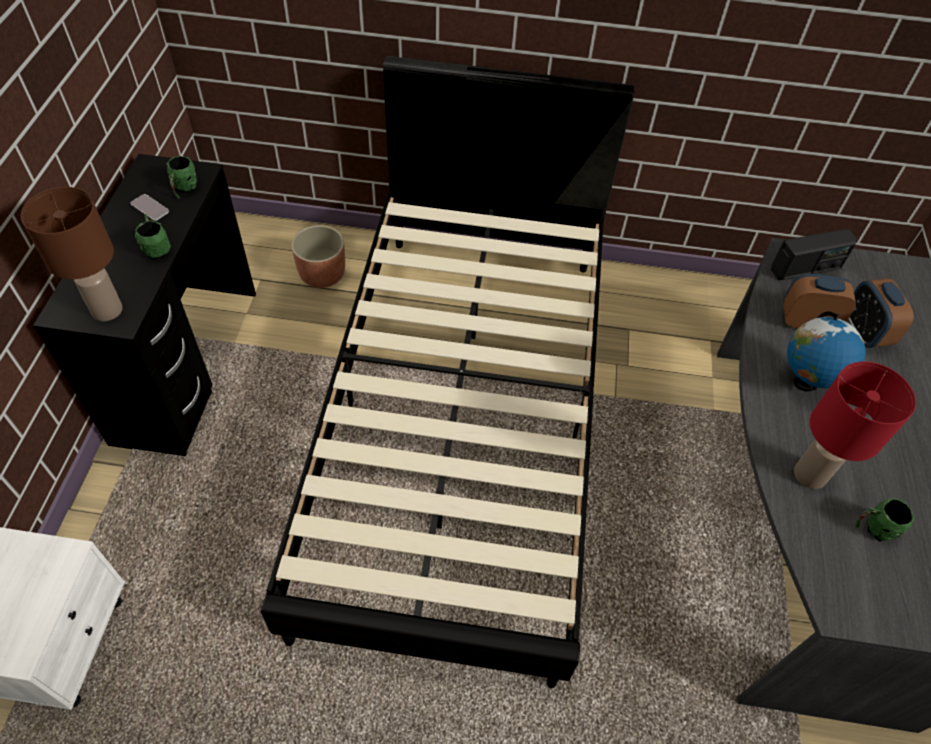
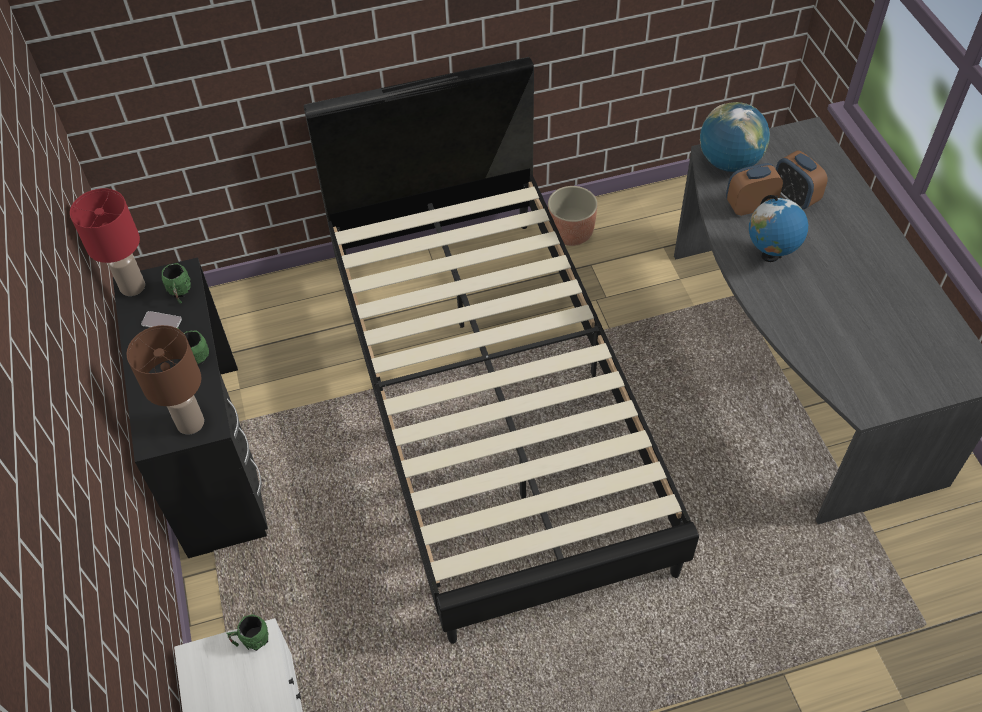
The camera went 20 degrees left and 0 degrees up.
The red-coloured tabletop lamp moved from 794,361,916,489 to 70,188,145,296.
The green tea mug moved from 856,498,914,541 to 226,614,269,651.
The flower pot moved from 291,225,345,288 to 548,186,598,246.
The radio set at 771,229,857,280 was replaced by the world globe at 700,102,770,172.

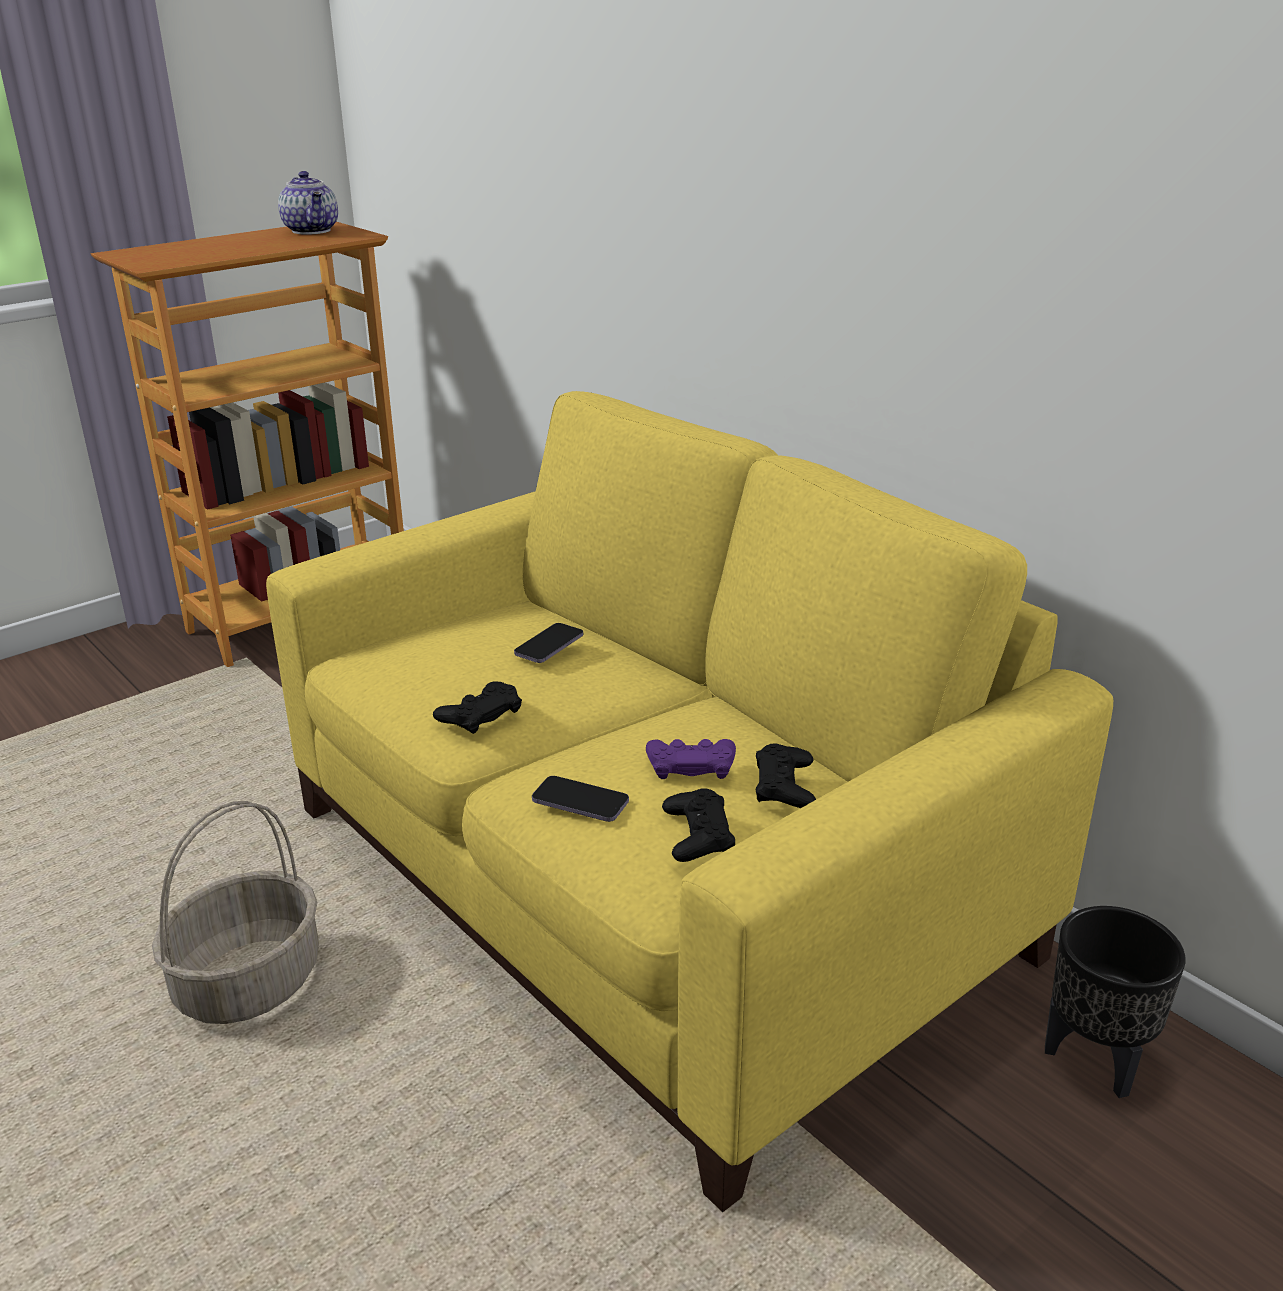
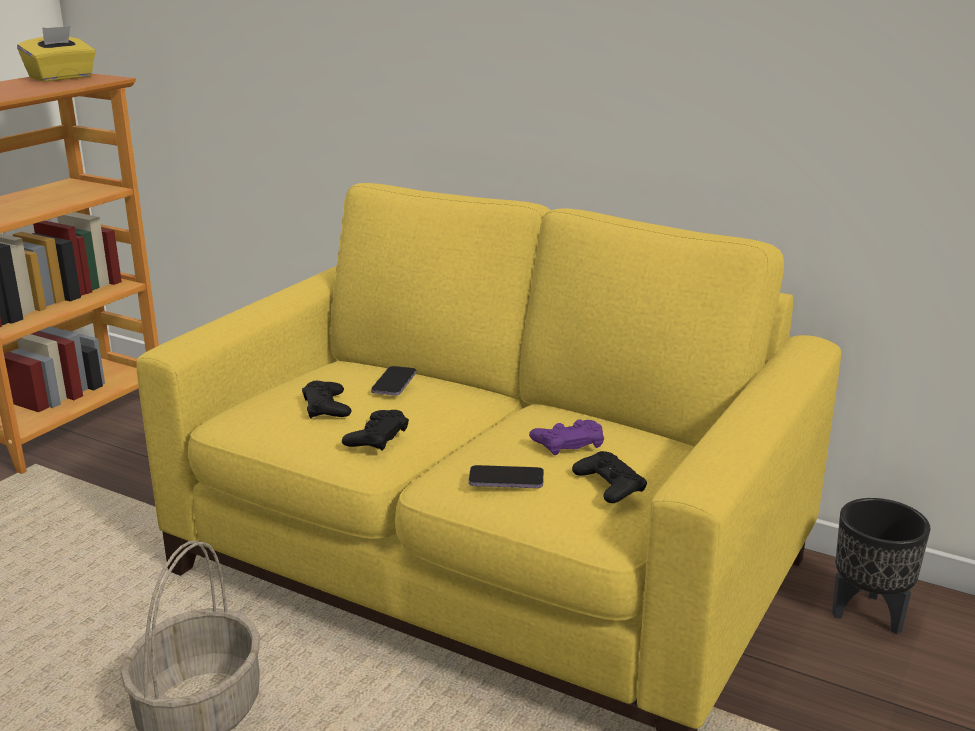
The camera went 20 degrees left and 5 degrees down.
The pot for tea at 278,171,338,235 was replaced by the yellow tissue box at 17,26,96,81.
The black game controller moved from 756,743,816,808 to 302,381,352,419.

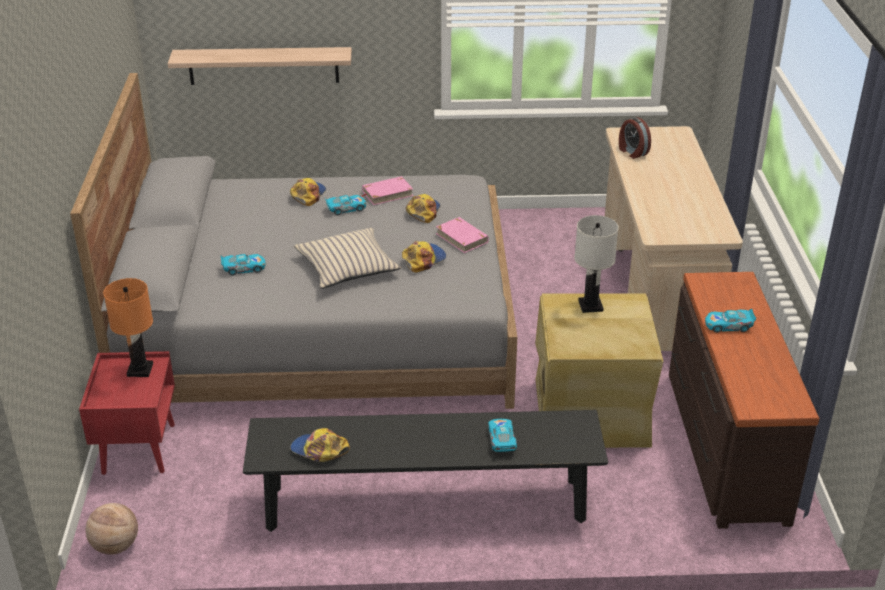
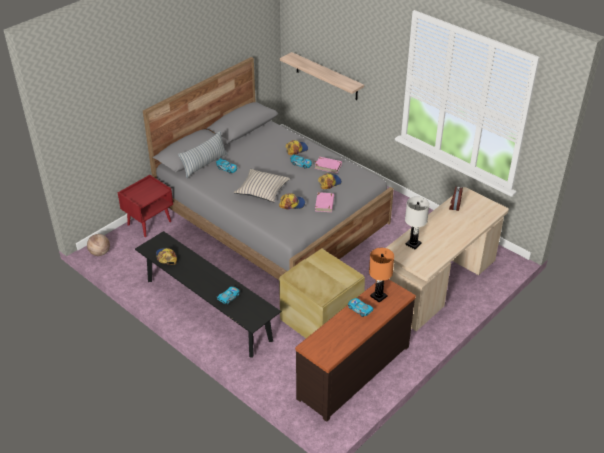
The camera went 45 degrees right and 5 degrees up.
The cushion at 178,131,228,178 appeared.
The orange-coloured tabletop lamp moved from 104,278,153,377 to 369,248,394,303.
The whitish tabletop lamp moved from 574,215,619,313 to 405,197,430,249.

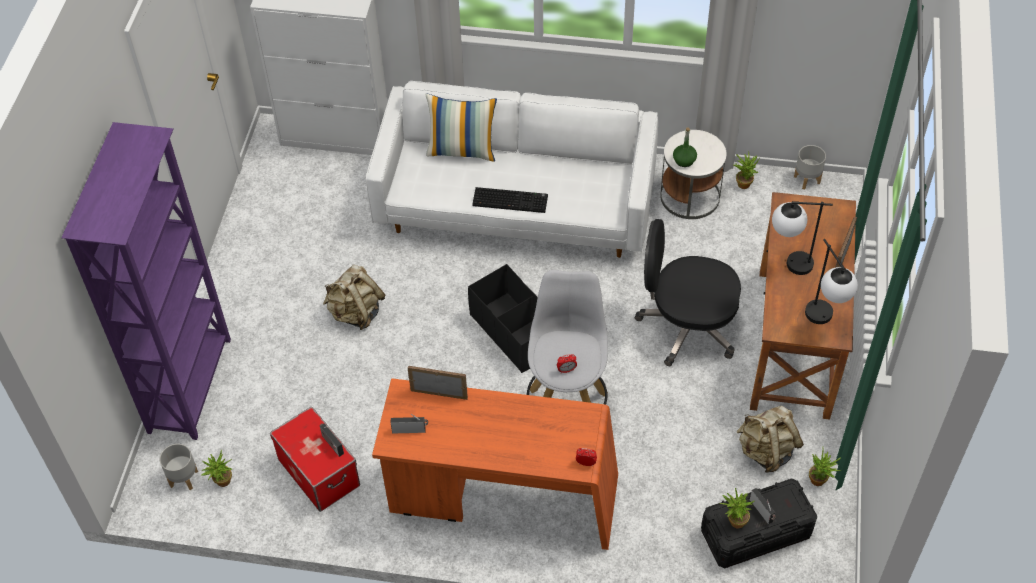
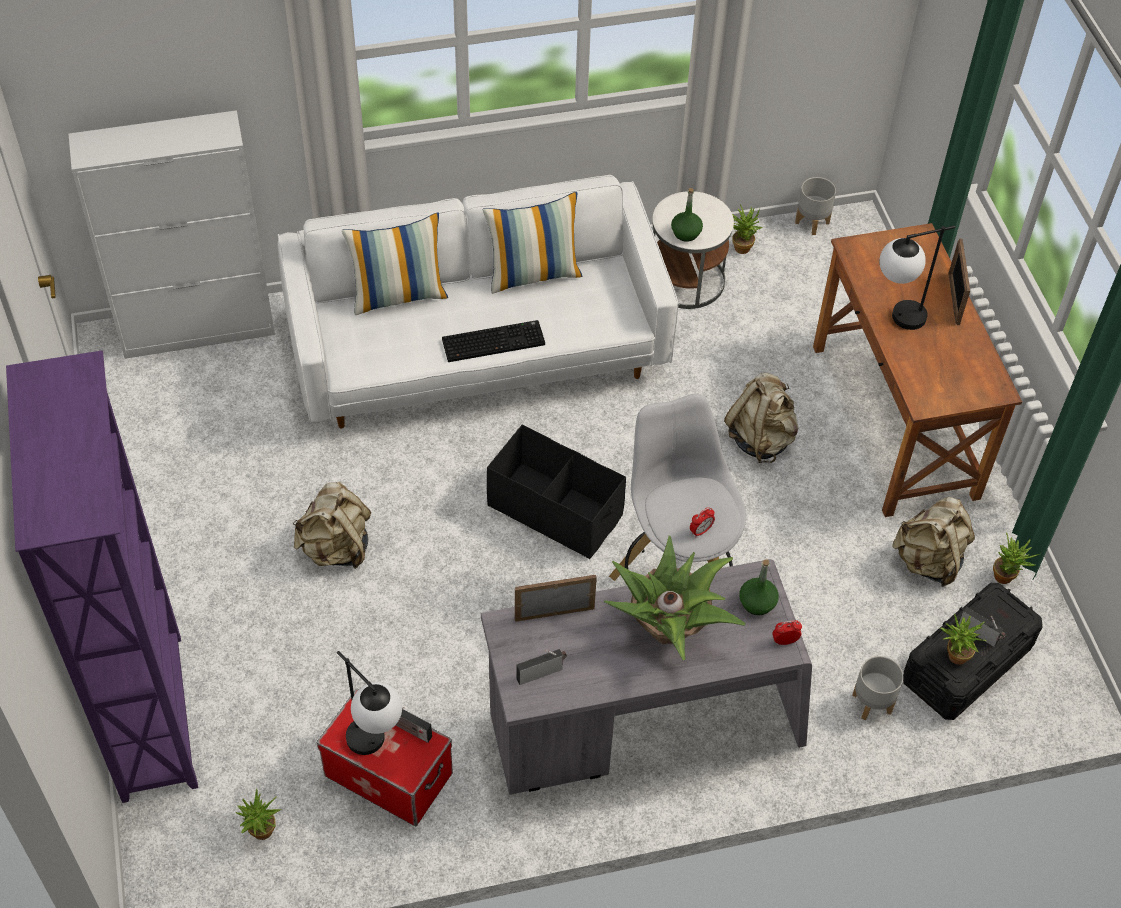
The camera went 25 degrees left and 0 degrees up.
The tabletop lamp moved from 805,239,858,324 to 337,651,402,755.
The orange-coloured desk table at 372,378,618,550 became the gray desk table at 481,559,812,795.
The cushion at 483,192,582,294 appeared.
The houseplant at 604,536,745,660 appeared.
The black computer chair at 634,219,741,366 was replaced by the sand-coloured rucksack at 724,373,799,463.
The green drink bottle at 739,560,779,615 appeared.
The gray flower pot moved from 160,444,198,490 to 852,656,904,720.

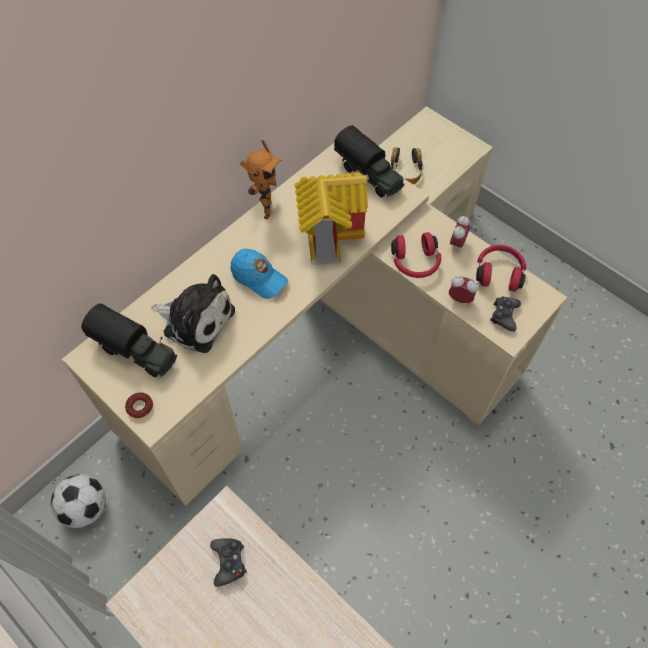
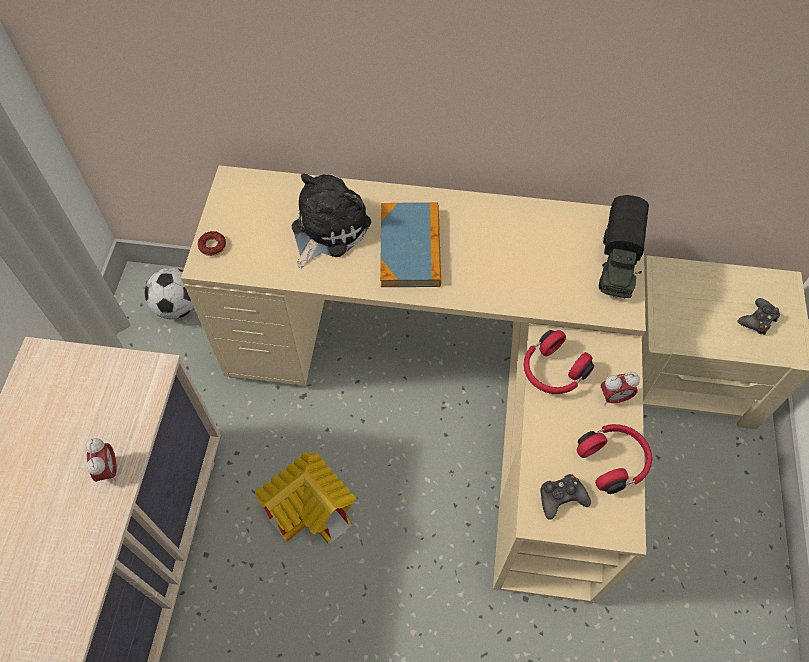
The camera went 55 degrees right and 0 degrees up.
The alarm clock moved from 449,276,479,303 to 86,438,117,482.
The model house moved from 294,172,368,265 to 255,452,356,545.
The soft toy at 151,274,235,353 turned 135 degrees counterclockwise.
The blue cap at 230,248,288,299 was replaced by the bound book at 380,202,441,287.
The black game controller moved from 210,538,247,587 to 738,298,780,335.
The toy lorry at 81,304,177,377 disappeared.
The robot figure at 240,140,282,219 disappeared.
The headphones at 390,148,423,185 disappeared.

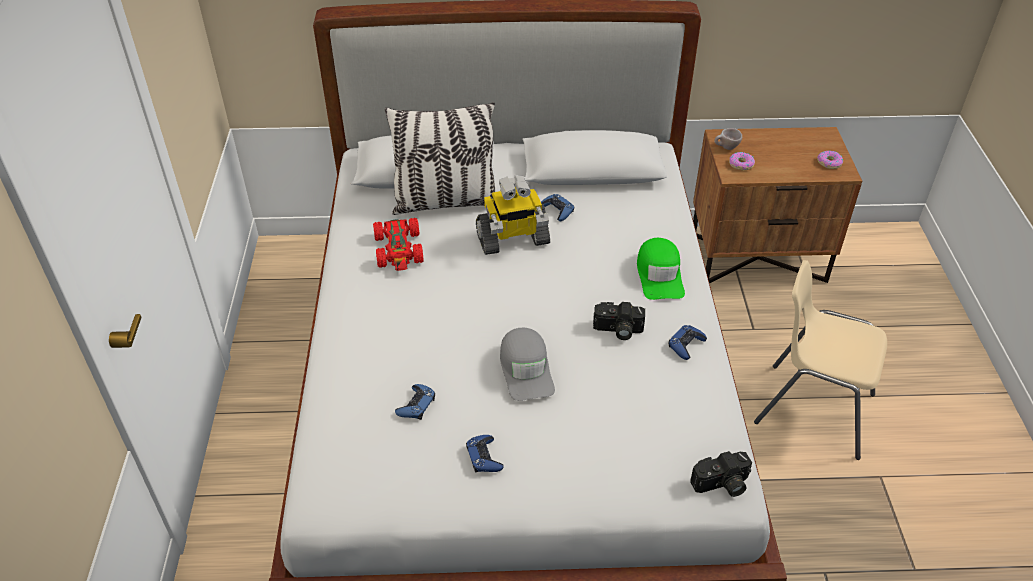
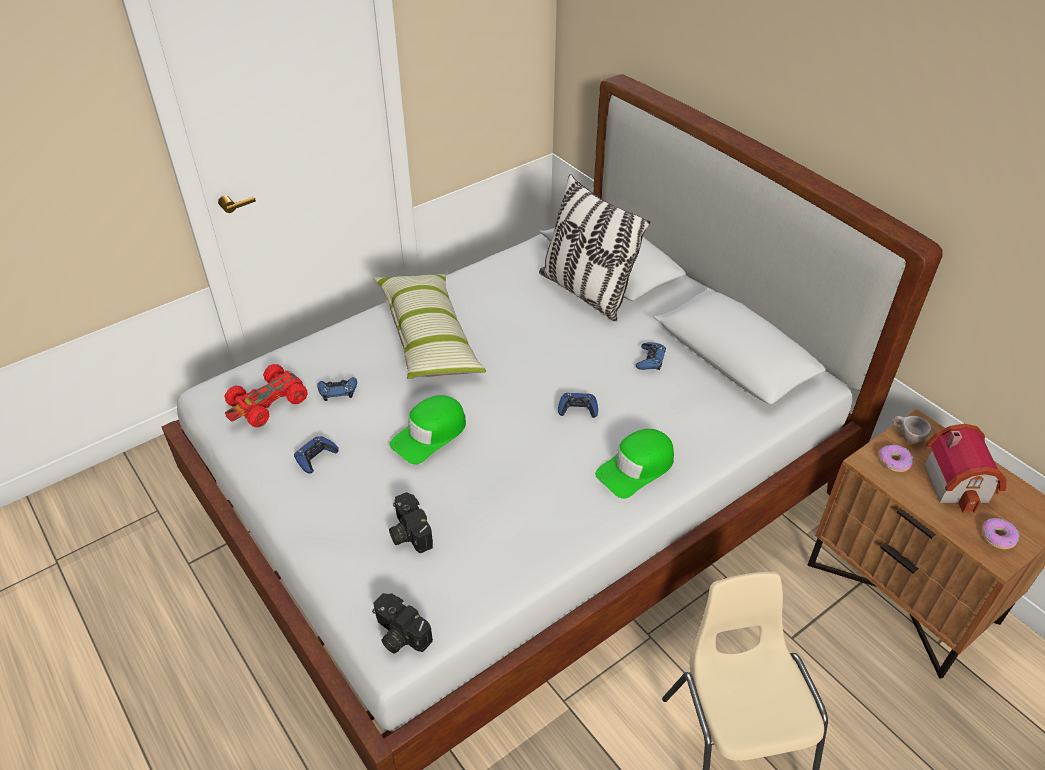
The camera went 55 degrees right and 0 degrees up.
The red-coloured toy car moved from 373,218,423,271 to 224,364,308,427.
The cushion at 373,274,486,379 appeared.
The still camera moved from 593,302,645,340 to 389,492,433,553.
The gray cap at 500,328,555,401 became the green cap at 390,395,466,465.
The blue game controller moved from 669,325,707,360 to 558,393,598,418.
The model house at 924,424,1007,513 appeared.
The robot figure at 476,175,550,255 disappeared.

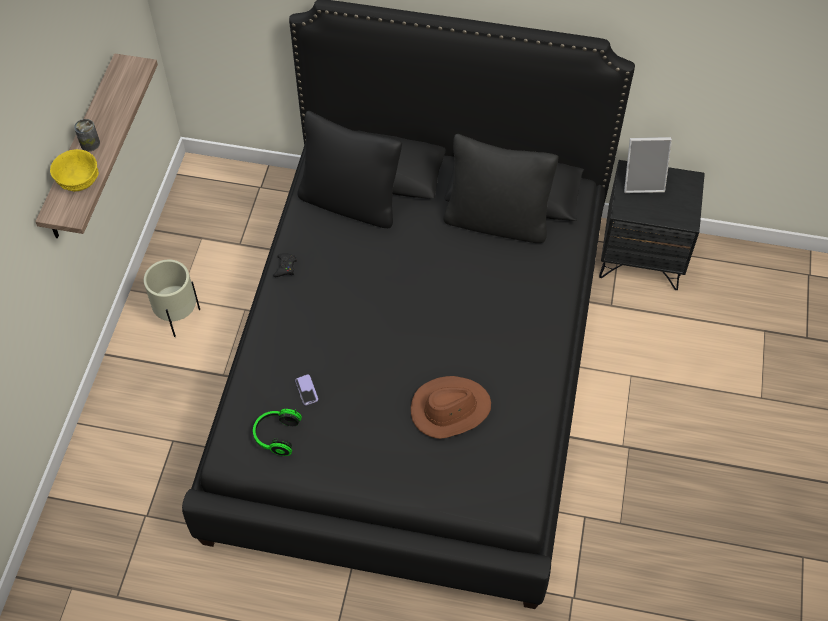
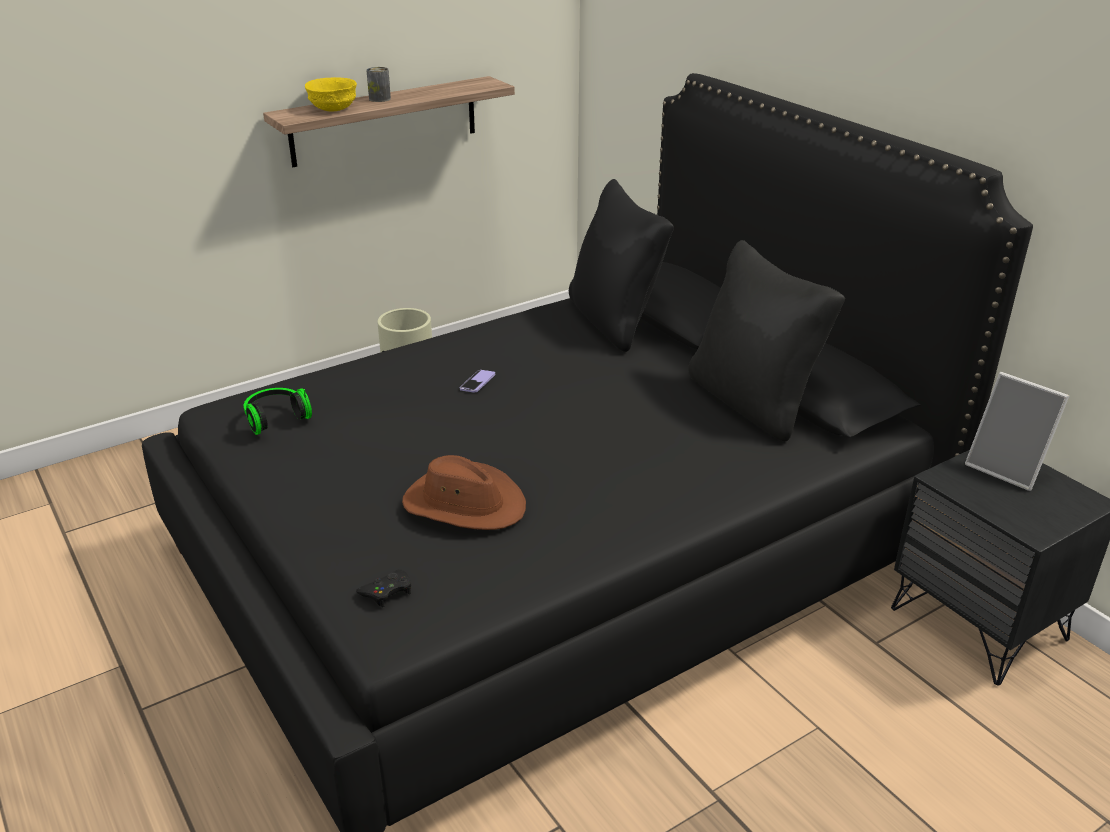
The camera went 45 degrees right and 25 degrees down.
The black game controller moved from 273,253,297,277 to 356,569,411,607.
The telephone moved from 295,374,318,406 to 459,370,496,393.

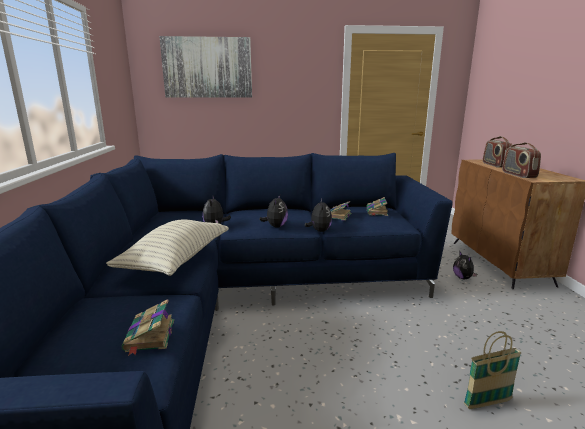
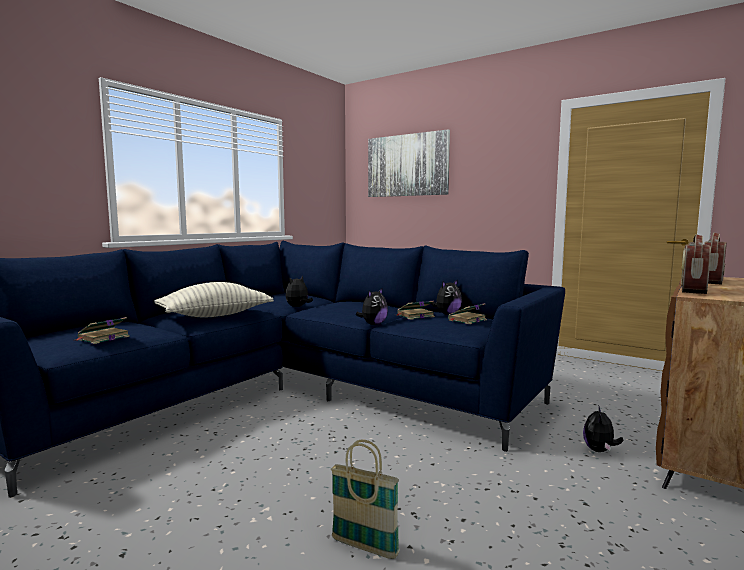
The camera went 40 degrees right and 10 degrees down.
The soft toy moved from 259,195,288,228 to 431,279,462,315.

